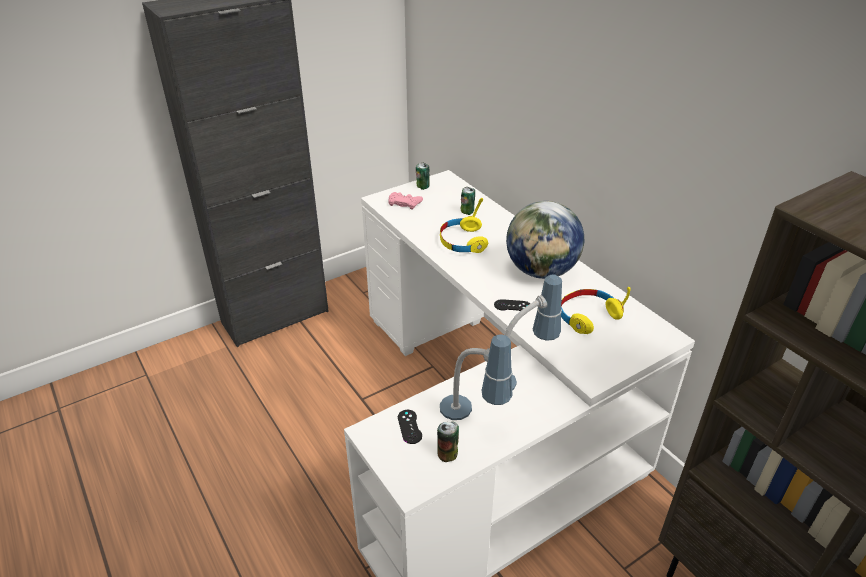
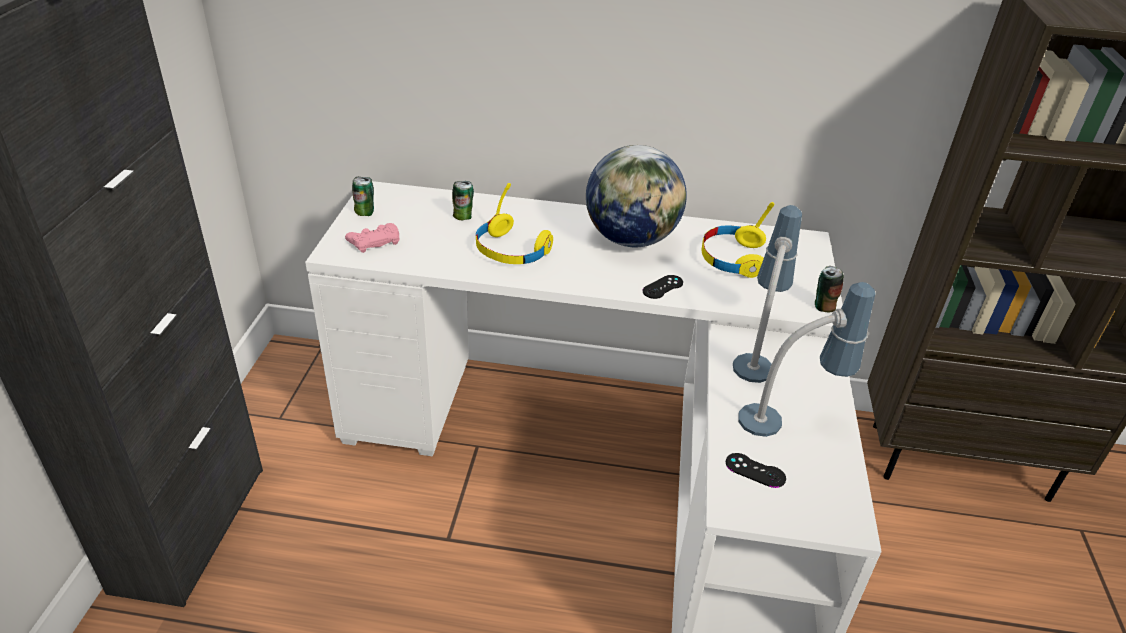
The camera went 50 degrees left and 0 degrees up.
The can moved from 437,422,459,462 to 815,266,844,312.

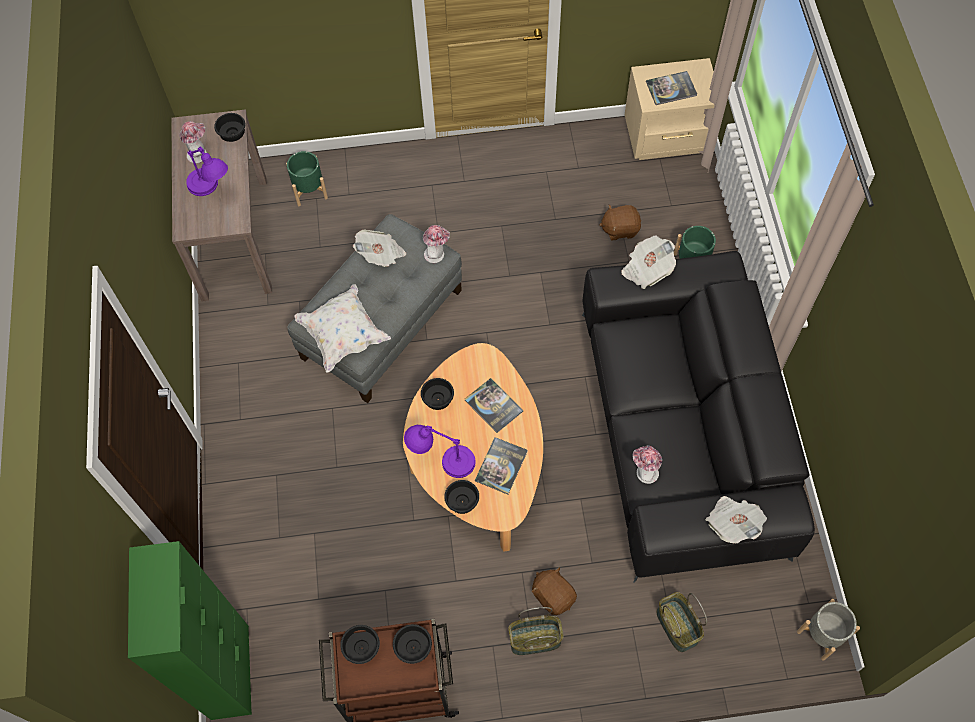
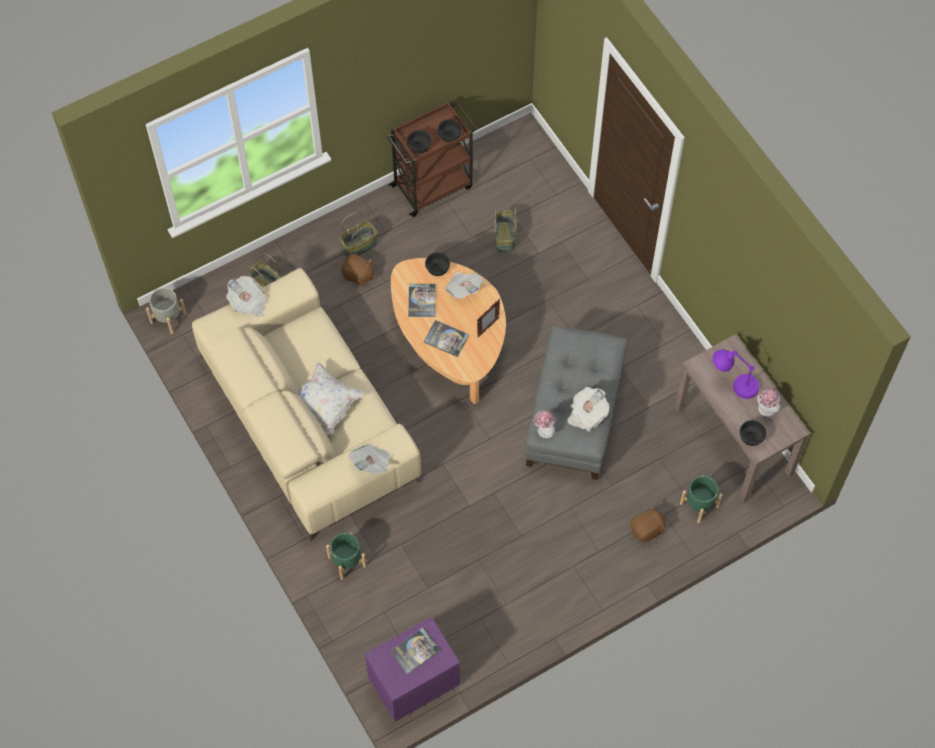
The camera went 155 degrees right and 0 degrees up.
The black sofa at 582,251,815,583 became the sand-coloured sofa at 192,268,421,542.
The whitish cushion moved from 294,284,391,372 to 296,362,364,435.
The sand-coloured bedside table at 625,58,715,160 became the purple-coloured bedside table at 365,617,460,722.
The purple-coloured tabletop lamp at 404,425,476,478 was replaced by the printed paper at 444,272,484,299.
The black deep dish at 421,378,454,410 was replaced by the photo frame at 477,299,500,337.
The storage basket at 494,207,517,252 appeared.
The brownish soft toy moved from 599,205,641,240 to 630,505,665,543.
The green storage cabinet at 128,541,252,720 disappeared.
The wearable hat at 632,445,662,484 disappeared.

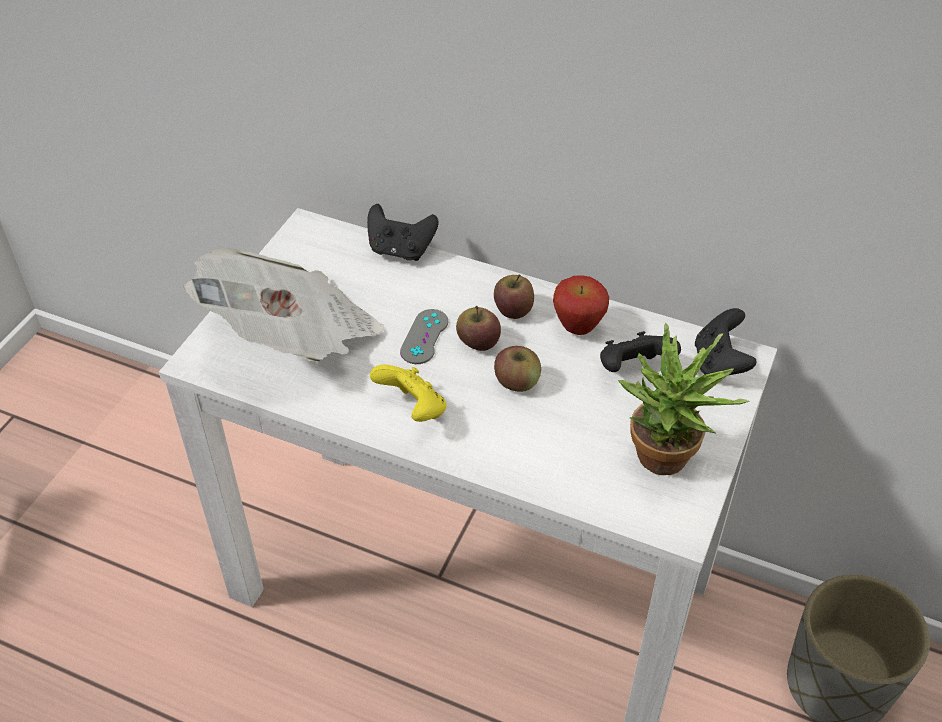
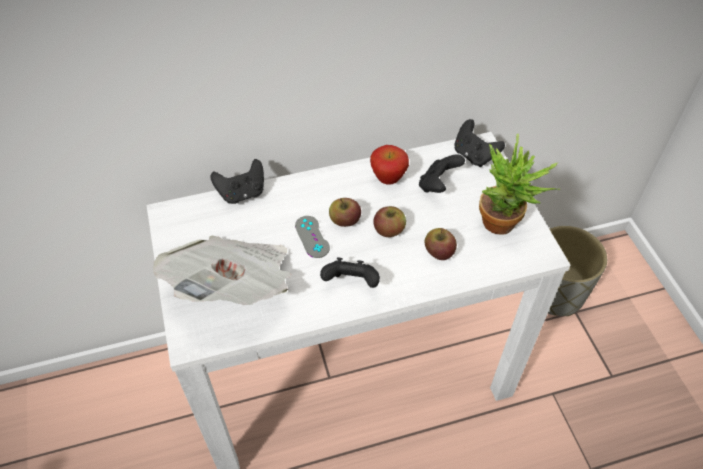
The camera went 40 degrees left and 5 degrees up.
The yellow game controller at 370,365,447,422 became the black game controller at 320,257,380,288.
The whole apple moved from 494,274,534,319 to 425,228,457,260.

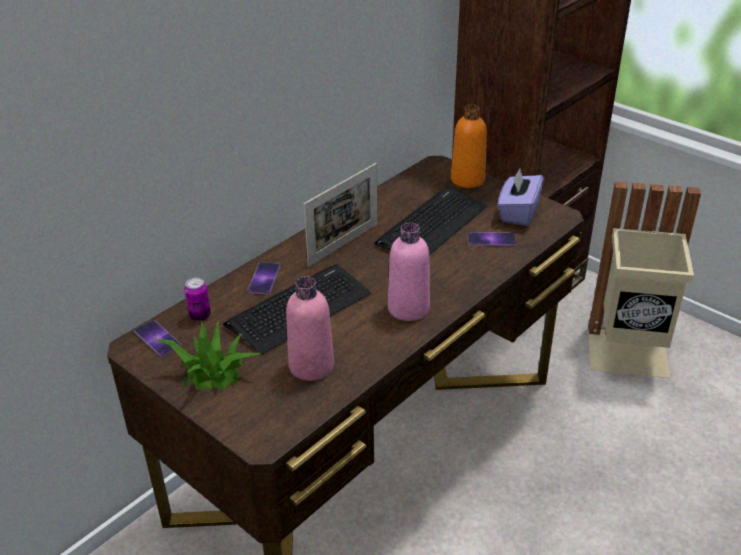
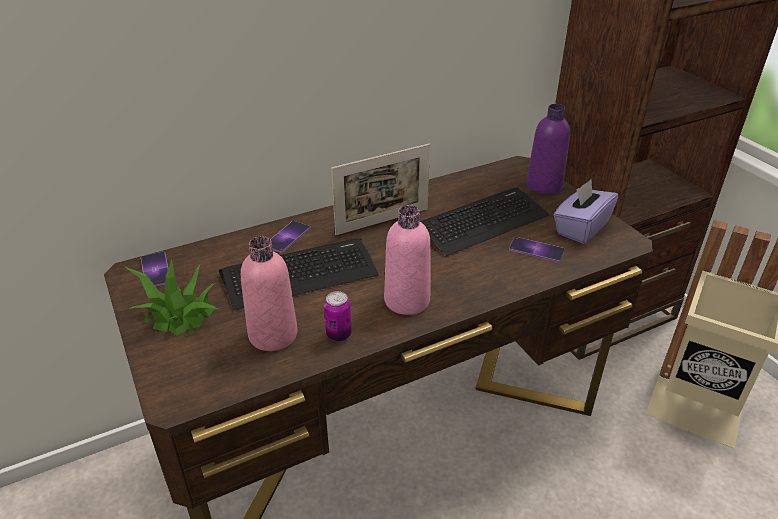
The camera went 20 degrees right and 0 degrees up.
The can moved from 184,278,211,321 to 324,291,352,341.
The orange-coloured drink bottle at 451,104,487,188 became the purple-coloured drink bottle at 526,104,570,194.

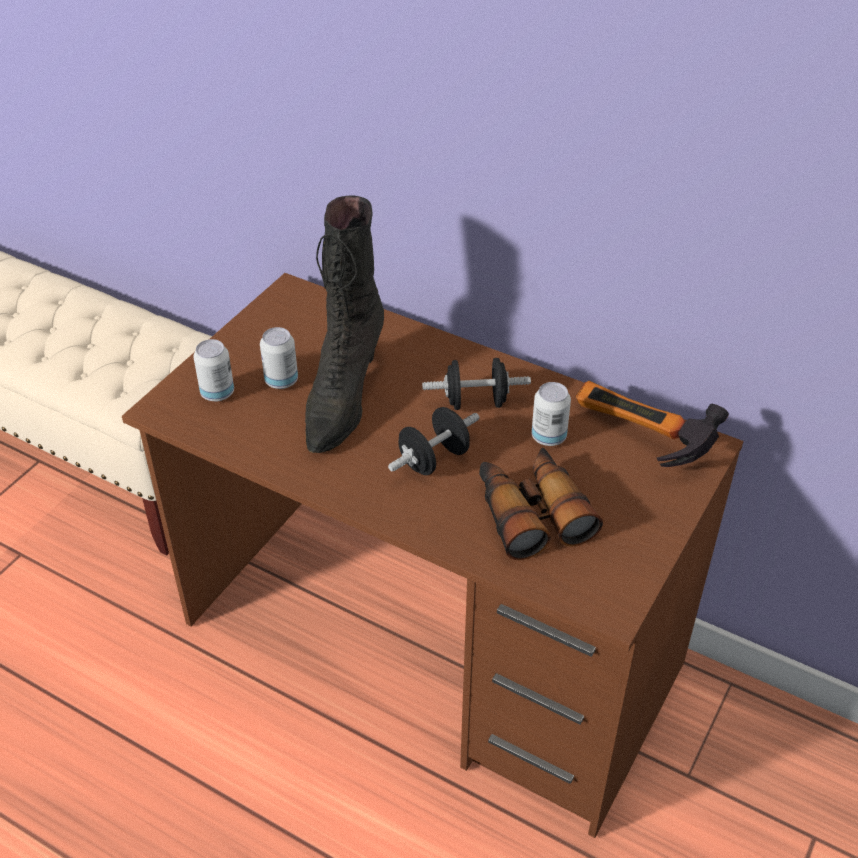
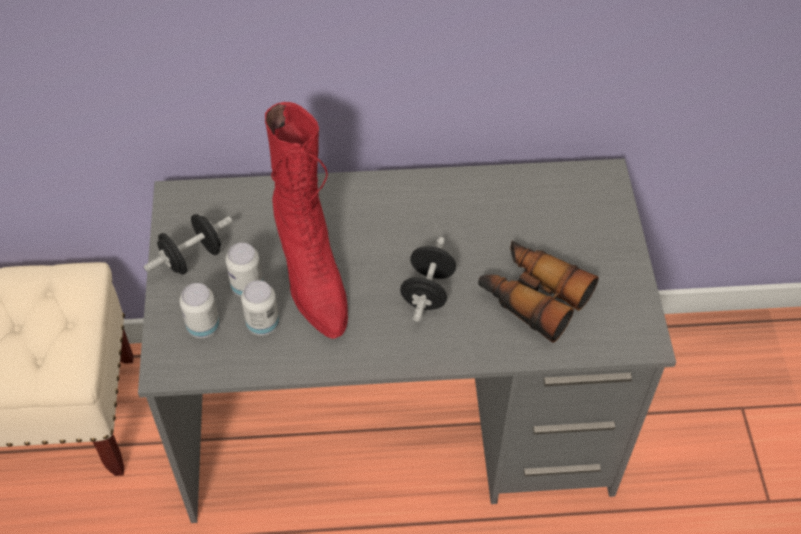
The camera went 35 degrees left and 10 degrees up.
The brownish desk table at 122,273,744,838 became the gray desk table at 138,159,676,523.
The black free weight moved from 422,358,531,410 to 144,214,232,275.
The can moved from 531,382,571,446 to 241,280,279,336.
The black high-top boot at 305,195,384,453 became the red-coloured high-top boot at 265,102,348,339.
The hammer at 576,381,729,467 disappeared.

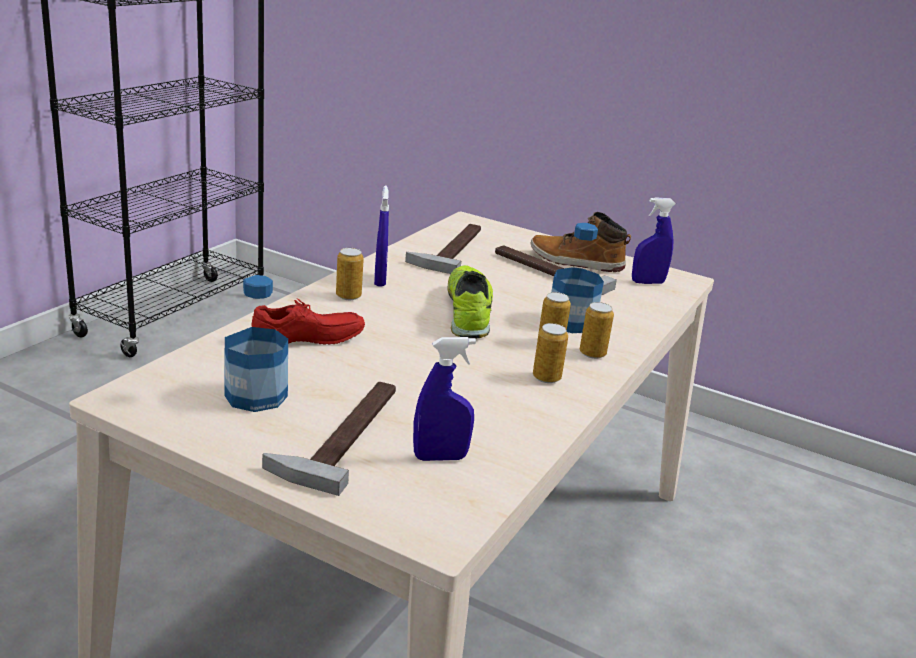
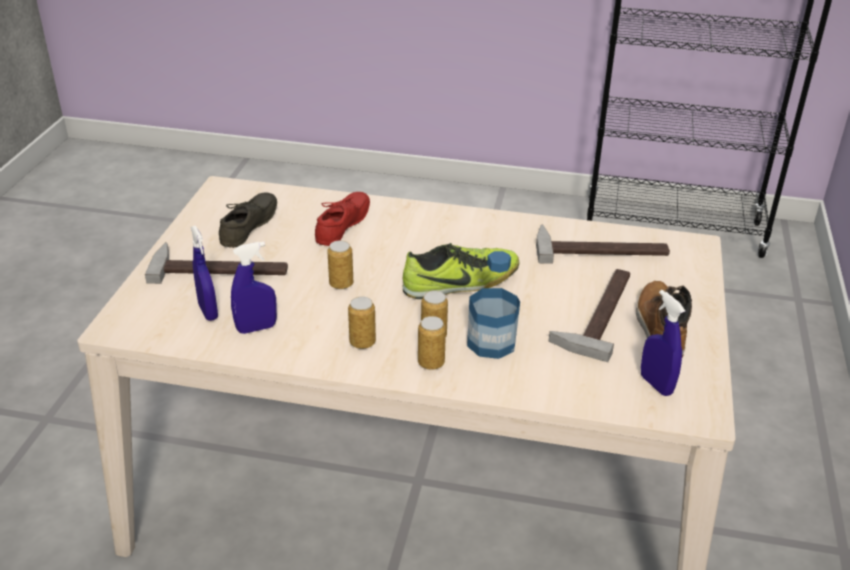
The camera went 75 degrees right and 10 degrees up.
The drink bottle at 224,275,288,412 was replaced by the gray item of footwear at 219,193,277,248.
The blue spray bottle moved from 374,186,389,287 to 231,242,277,334.
The red-coloured item of footwear at 252,298,365,345 turned 120 degrees counterclockwise.
The can moved from 336,248,364,300 to 327,240,353,289.

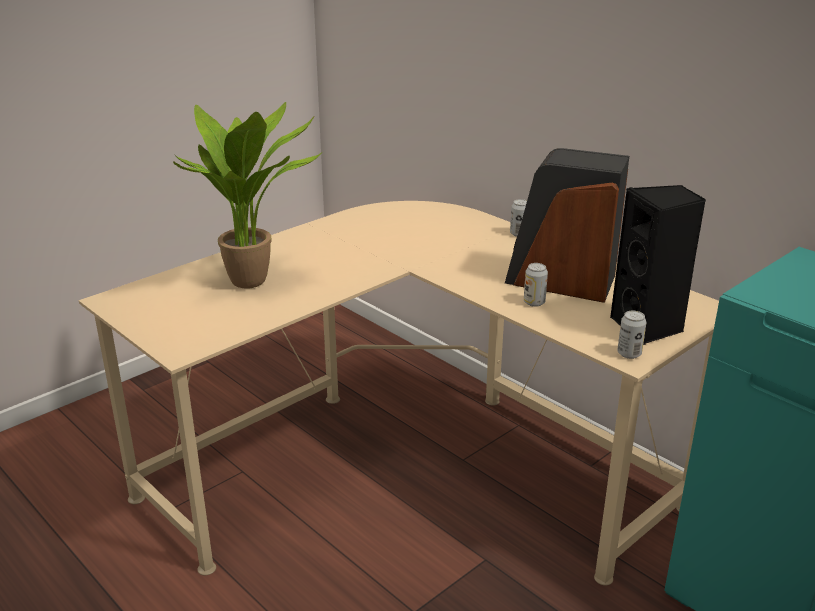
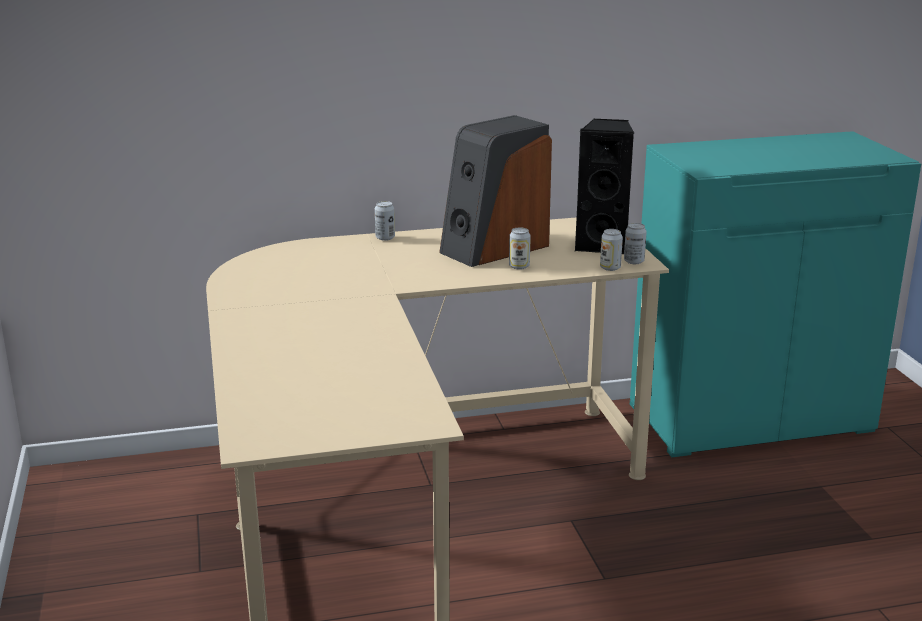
The camera went 60 degrees left and 5 degrees down.
The can at 600,229,623,271 appeared.
The houseplant at 173,102,321,288 disappeared.

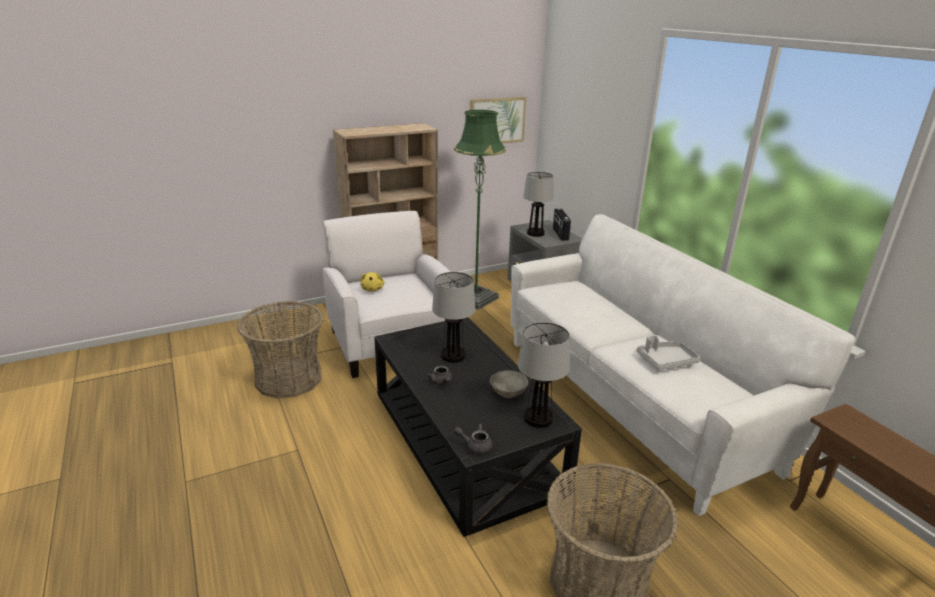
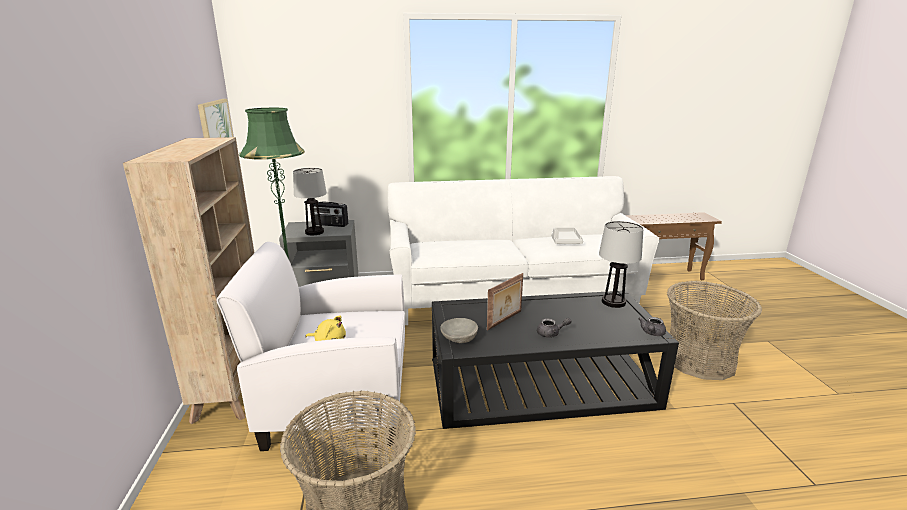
The camera went 70 degrees left and 5 degrees down.
The gray deep dish moved from 490,370,528,398 to 440,318,478,343.
The tabletop lamp at 432,272,475,363 was replaced by the photo frame at 487,273,523,330.

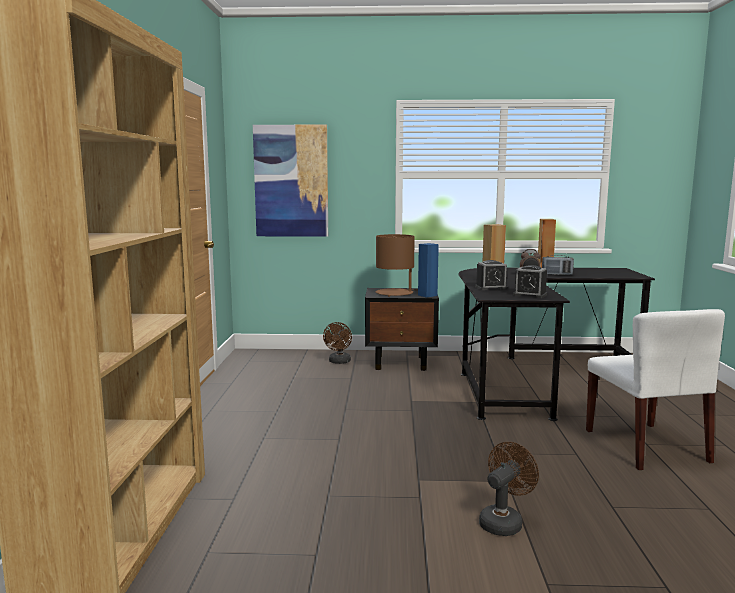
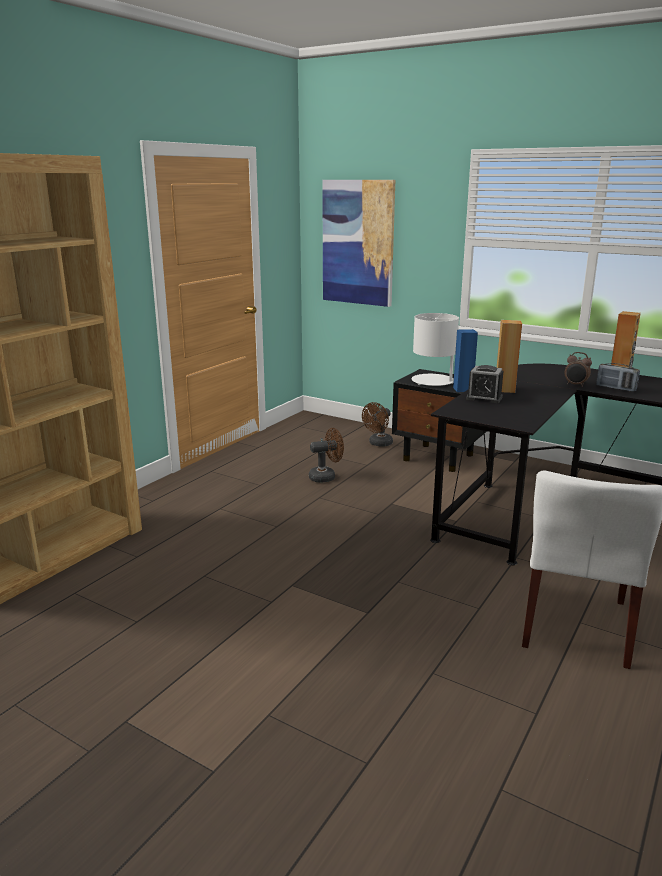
The camera went 30 degrees right and 10 degrees up.
The brownish fan moved from 479,442,539,536 to 309,428,344,483.
The brownish tabletop lamp at 376,234,418,297 became the whitish tabletop lamp at 411,313,459,386.
The alarm clock at 513,265,547,298 disappeared.

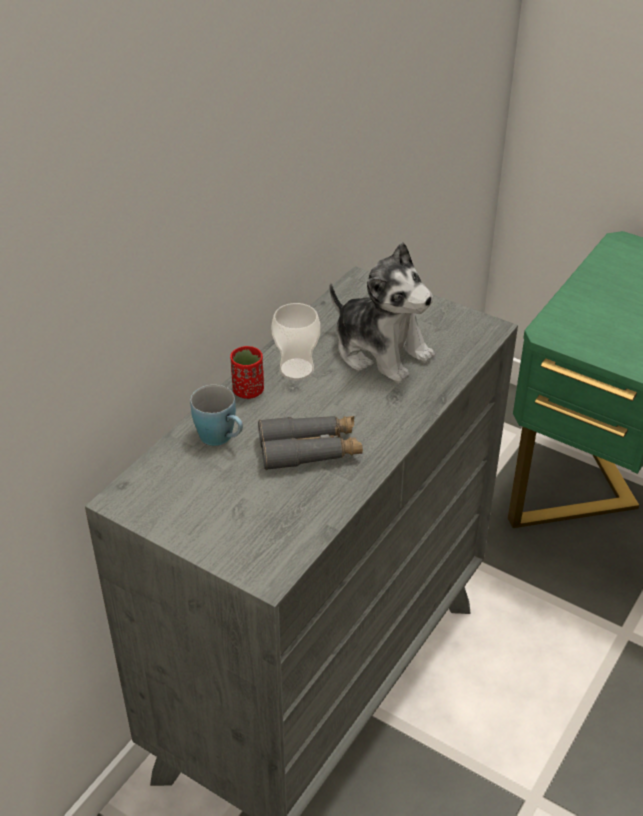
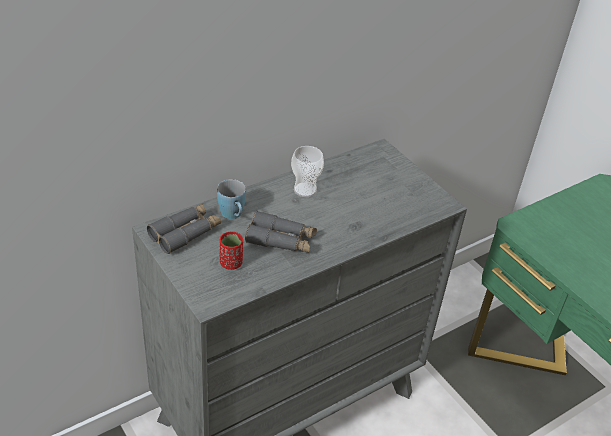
The camera went 20 degrees right and 0 degrees up.
The gray pair of binoculars at 147,203,221,254 appeared.
The red-coloured drinking cup moved from 230,346,264,399 to 220,232,243,270.
The soft toy at 330,242,435,384 disappeared.

